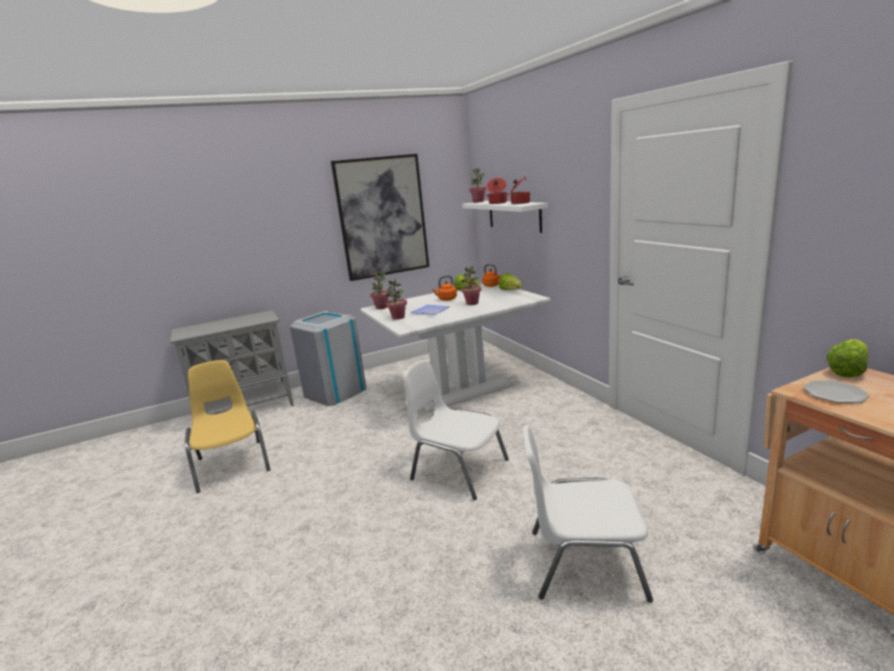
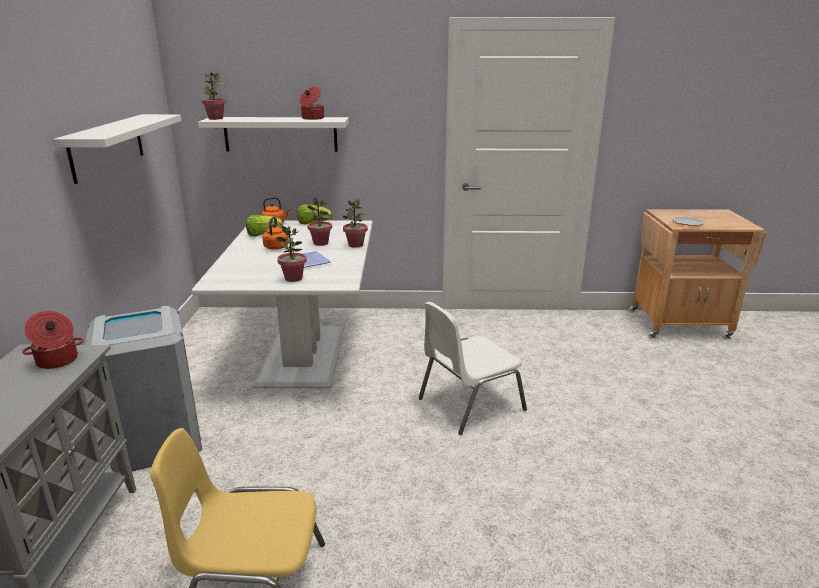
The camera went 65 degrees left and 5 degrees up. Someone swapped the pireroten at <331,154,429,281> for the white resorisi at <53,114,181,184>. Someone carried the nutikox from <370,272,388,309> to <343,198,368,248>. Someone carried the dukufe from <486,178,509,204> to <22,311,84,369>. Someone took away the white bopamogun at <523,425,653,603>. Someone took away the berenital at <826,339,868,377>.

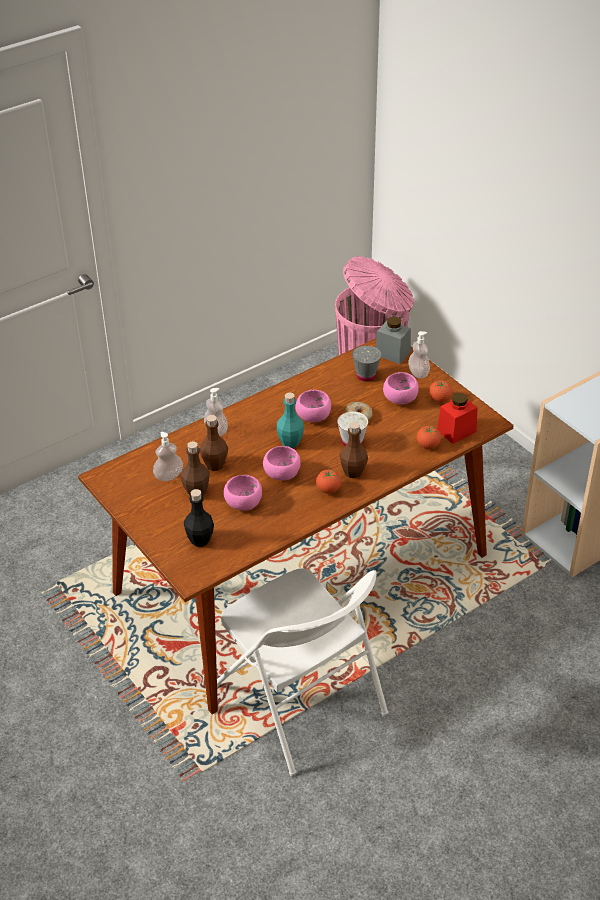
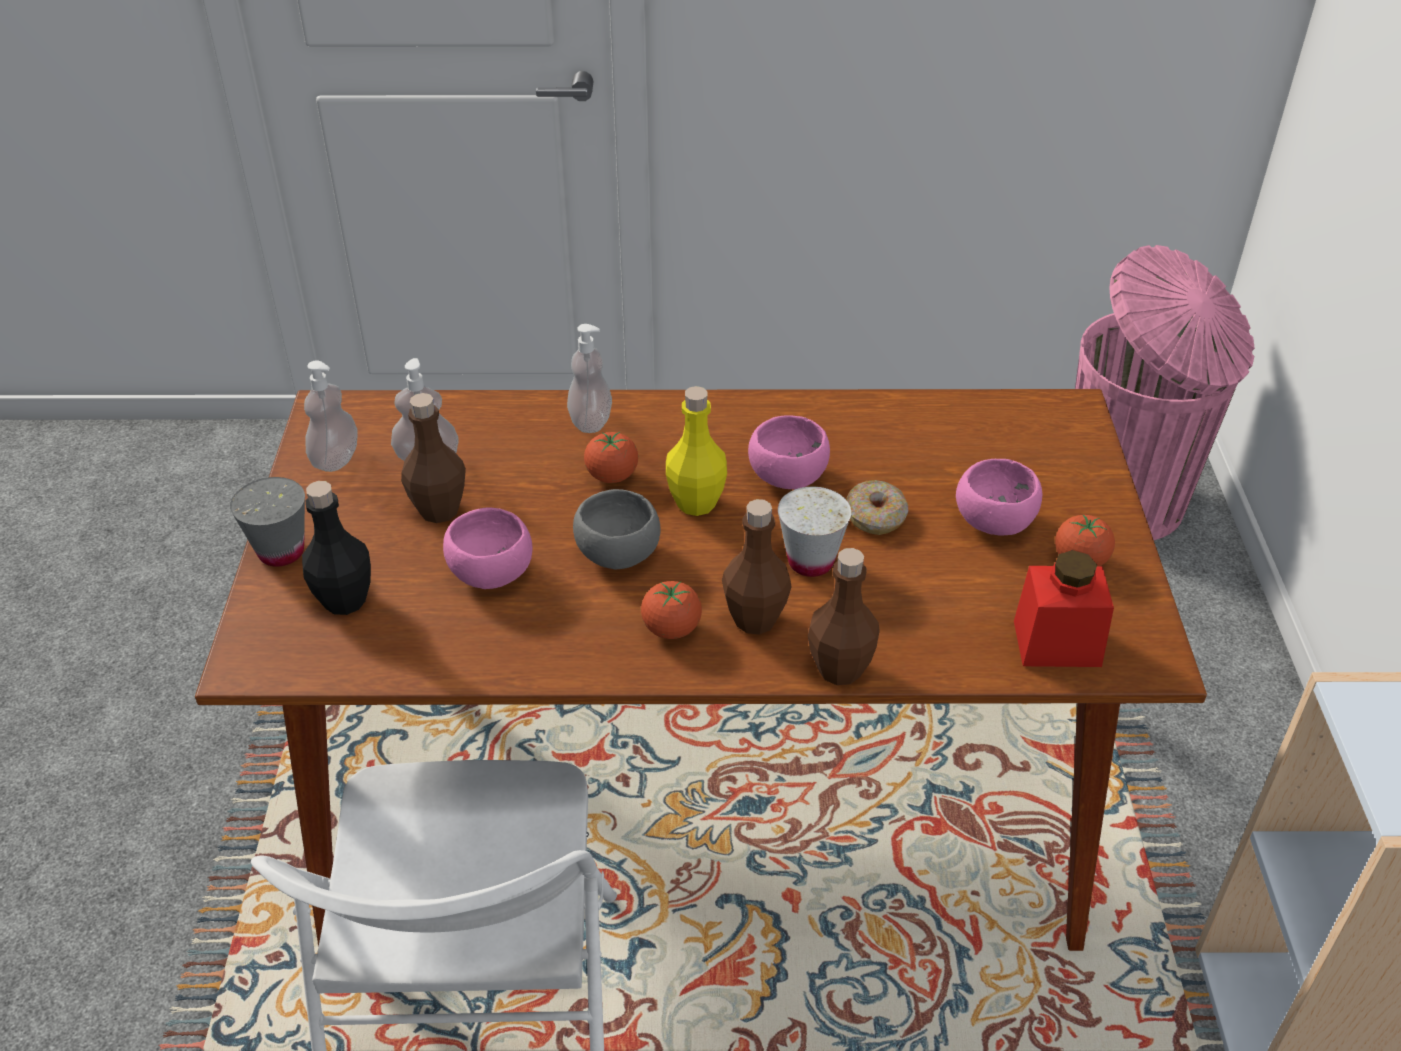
The camera went 35 degrees right and 0 degrees up. Someone carried the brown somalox from <200,415,228,471> to <808,548,880,685>. Someone repainted the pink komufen at <263,446,301,481>, which became the grey komufen at <573,489,661,569>. Someone repainted the turquoise somalox at <277,392,304,448>, which became the yellow somalox at <666,386,727,516>. Someone carried the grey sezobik from <352,346,381,382> to <230,477,305,567>. Someone took away the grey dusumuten at <375,316,411,364>. Someone carried the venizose from <408,331,430,379> to <304,360,358,472>. Someone carried the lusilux from <417,426,441,449> to <584,432,638,483>.

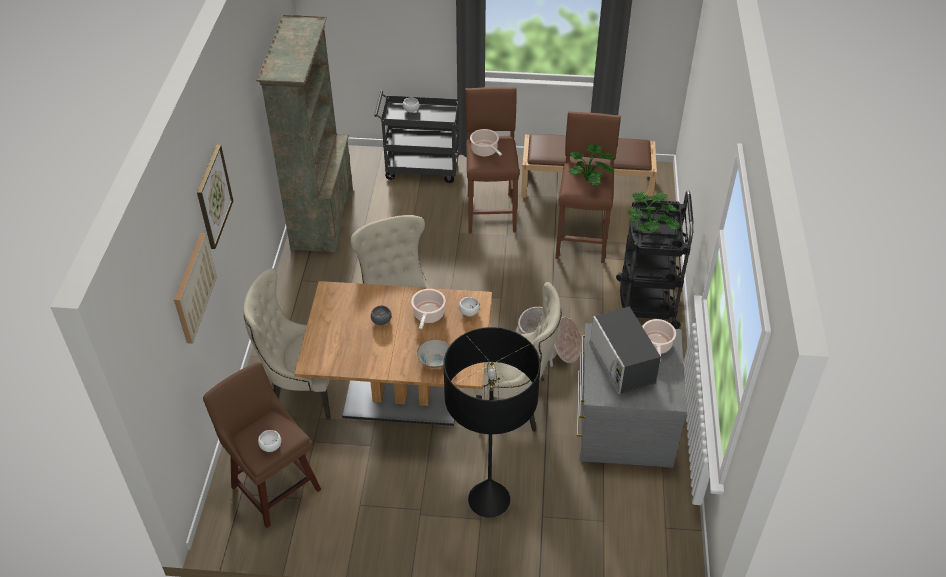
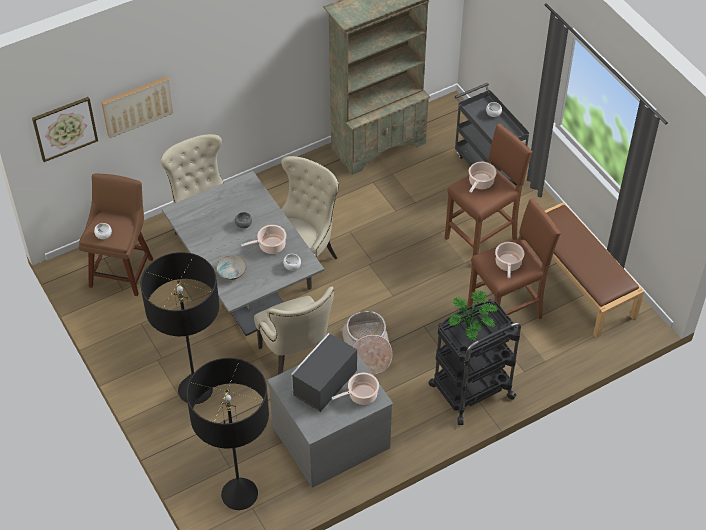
The camera went 55 degrees right and 5 degrees up. Someone carried the pireroten from <197,145,233,249> to <32,97,98,162>. Someone repainted the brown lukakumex at <294,281,492,426>, which became the grey lukakumex at <162,171,324,336>. Someone swapped the nutikox at <569,144,615,186> for the dukufe at <495,242,524,278>. Someone put down the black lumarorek at <186,358,269,510>.

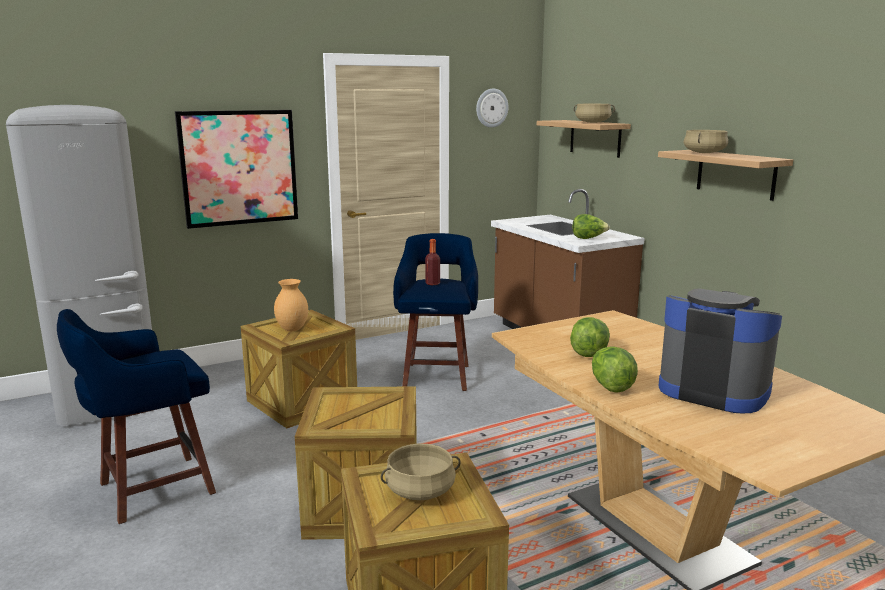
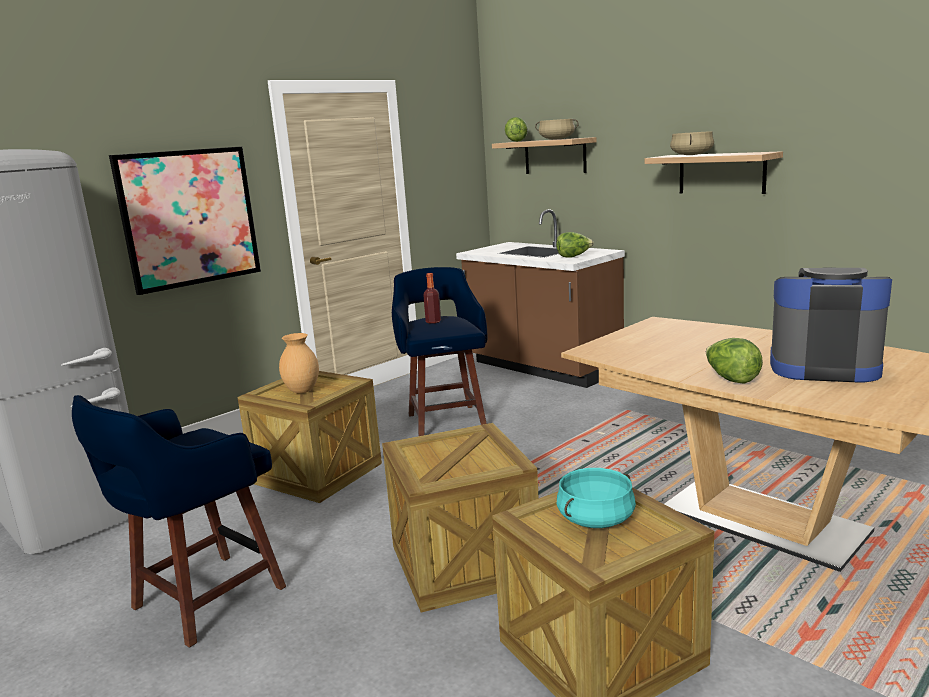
The camera went 15 degrees left and 0 degrees up. Someone repainted the beige dukufe at <381,443,461,500>, which became the turquoise dukufe at <557,468,636,528>. Someone took away the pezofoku at <476,89,509,128>. Someone carried the berenital from <570,317,610,357> to <505,117,528,142>.

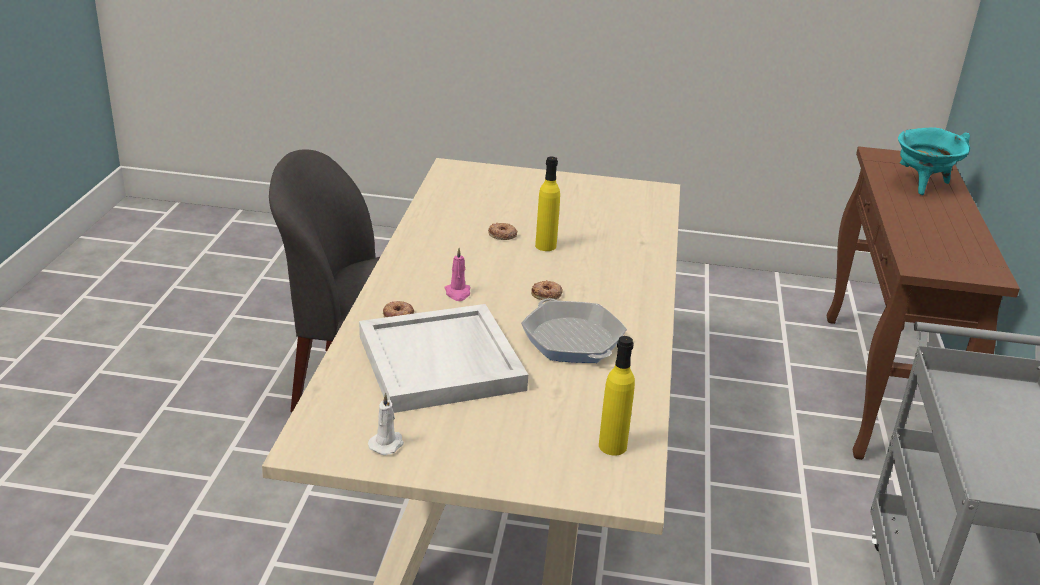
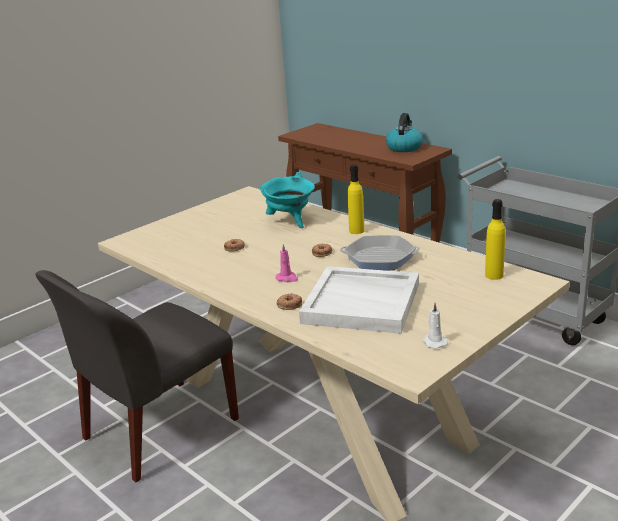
The camera went 50 degrees left and 5 degrees down. Someone carried the yellow somalox from <535,156,560,251> to <347,164,364,234>. Someone carried the turquoise dukufe from <898,128,970,195> to <259,172,315,228>. Someone put down the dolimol at <386,113,423,152>.

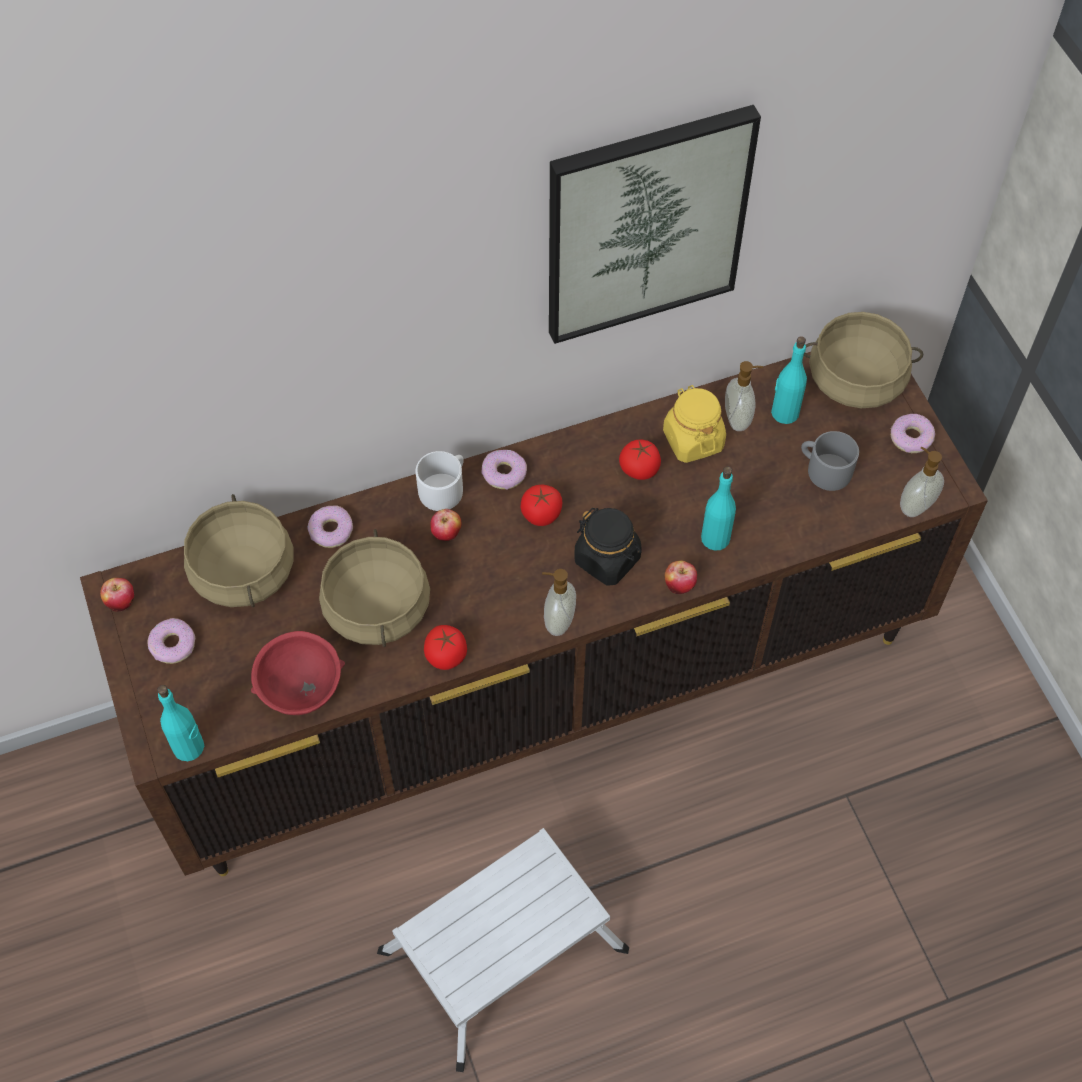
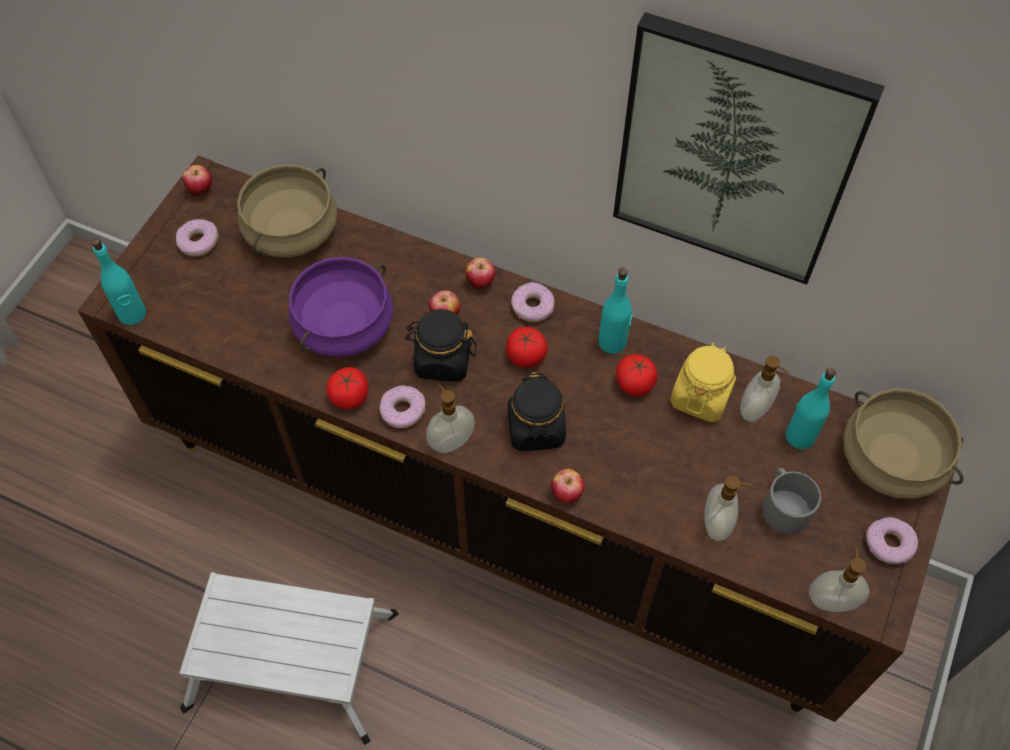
The camera went 45 degrees right and 0 degrees up. Someone took away the red komufen at <251,631,345,715>. Someone carried the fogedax from <308,505,353,548> to <379,385,425,428>. Someone repainted the beige dukufe at <319,529,430,647>, which became the purple dukufe at <289,257,393,357>. Someone swapped the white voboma at <415,451,464,511> for the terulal at <465,257,495,290>. Someone carried the turquoise somalox from <701,467,736,550> to <598,268,632,354>. Someone put down the black dusumuten at <405,309,477,382>. Someone put down the venizose at <704,475,752,541>.

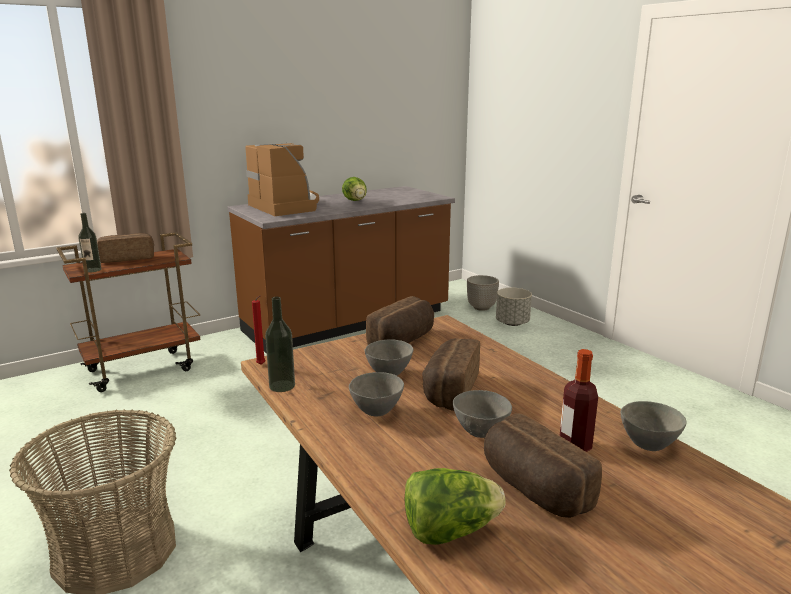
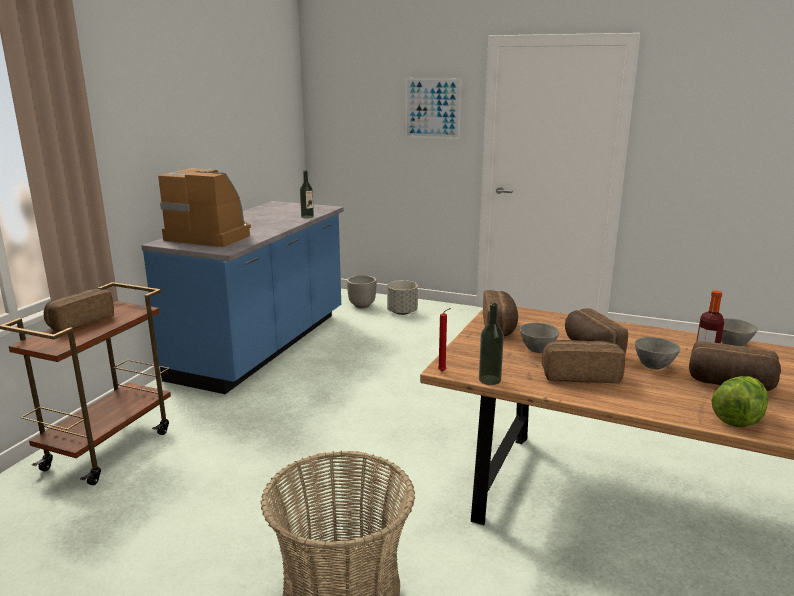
The camera went 35 degrees left and 0 degrees up. Someone carried the somalox from <78,213,102,272> to <300,170,314,218>. Someone repainted the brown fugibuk at <227,186,455,354>, which became the blue fugibuk at <141,201,344,394>. Someone took away the berenital at <342,177,367,201>. Someone swapped the grey komufen at <349,372,404,416> for the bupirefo at <542,340,625,383>. Someone put up the pireroten at <405,78,462,139>.

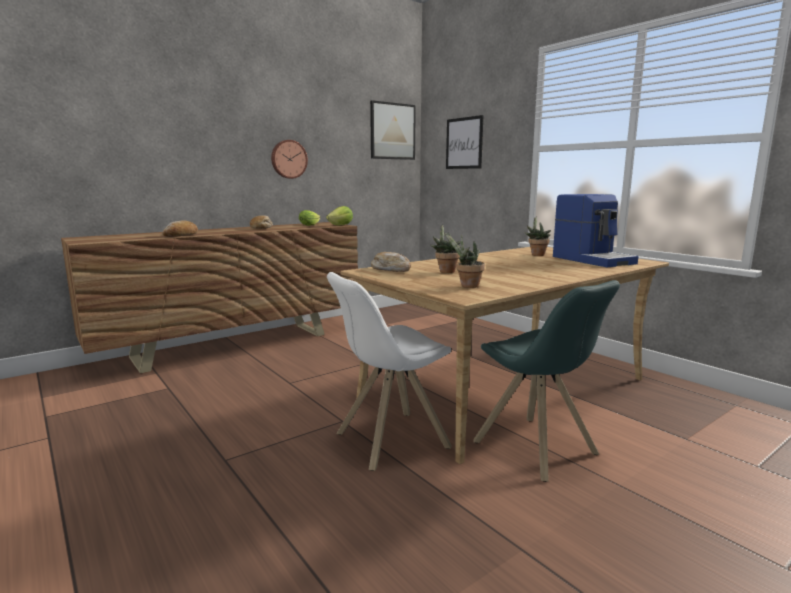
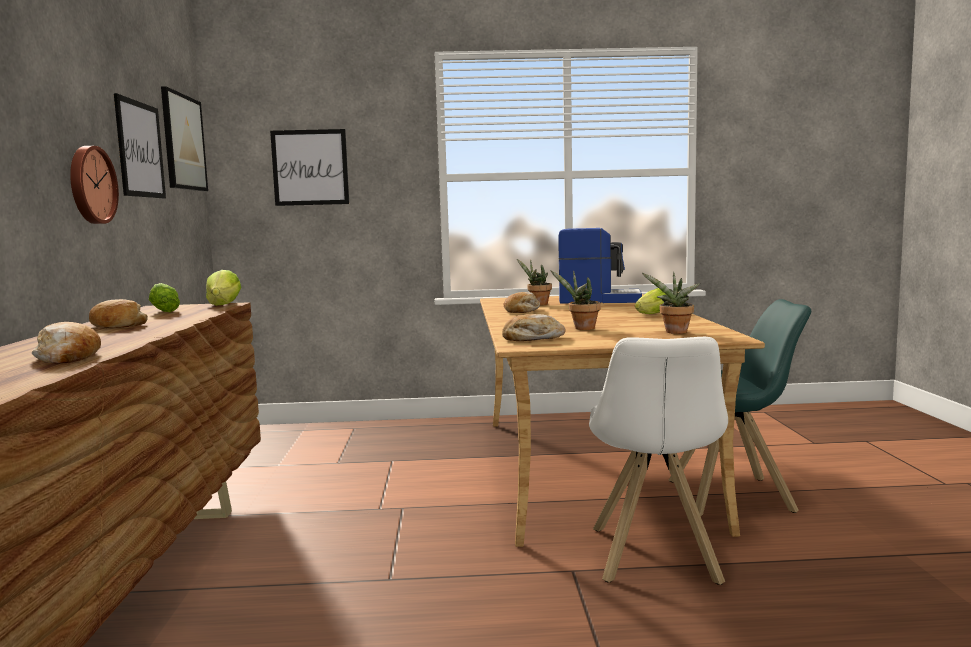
The camera went 55 degrees left and 5 degrees down. Someone put up the pireroten at <114,93,166,199>. Someone put down the bupirefo at <503,292,540,313>. Someone put down the berenital at <635,288,666,314>.

